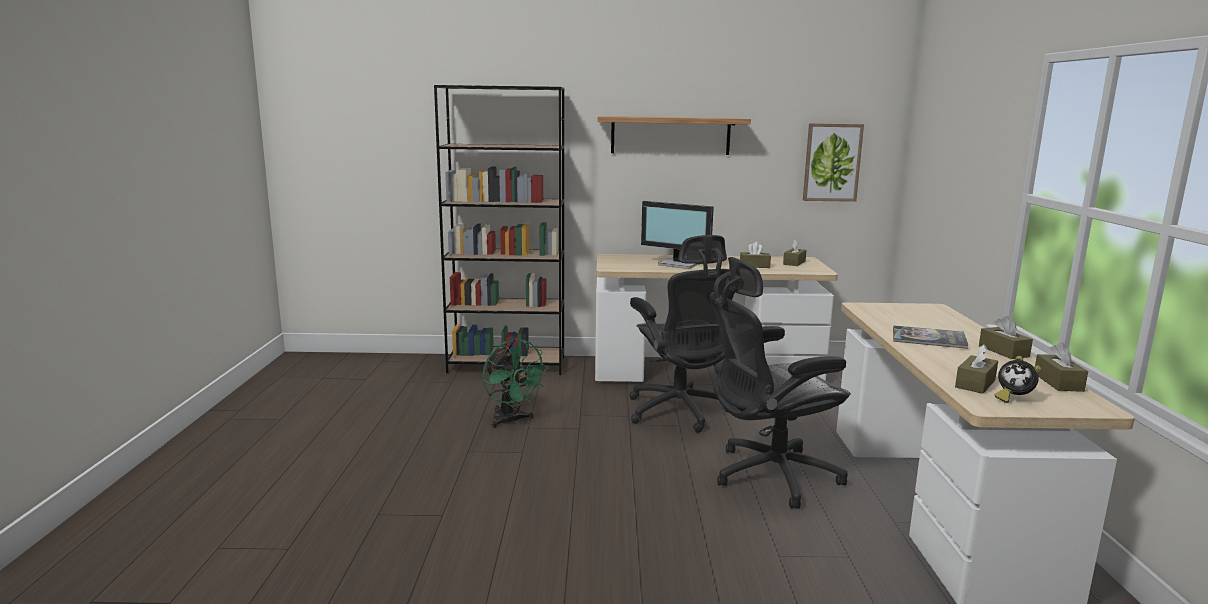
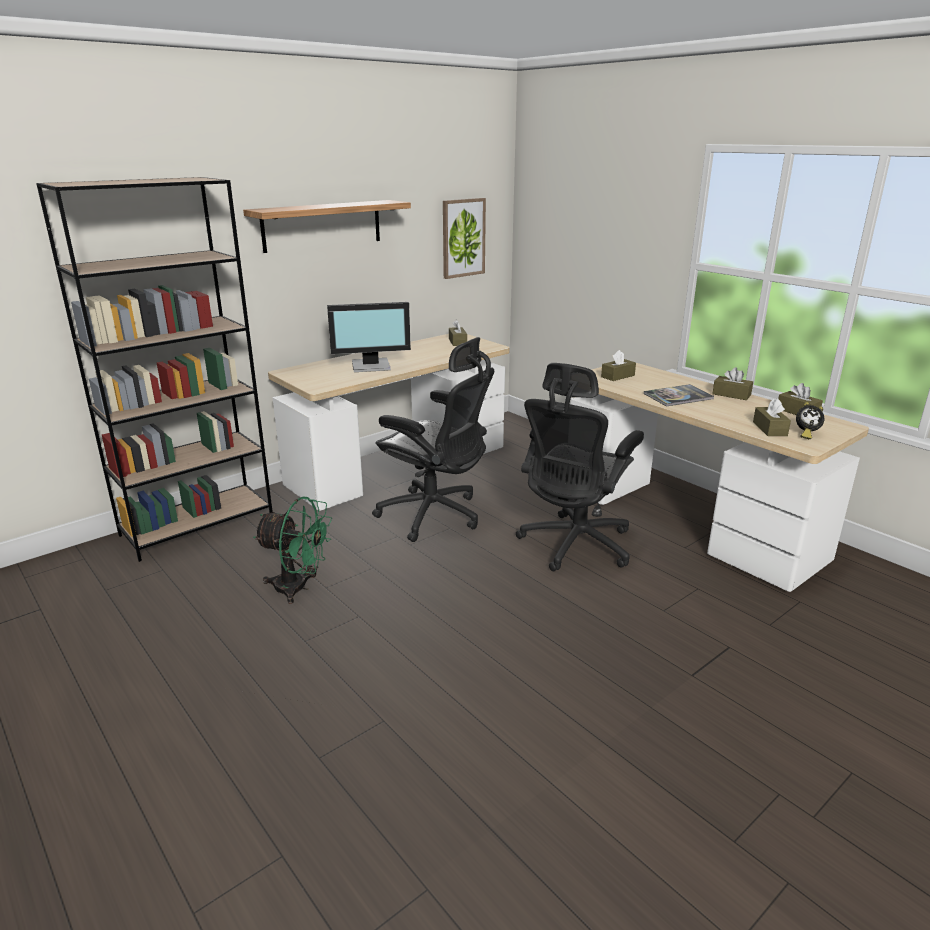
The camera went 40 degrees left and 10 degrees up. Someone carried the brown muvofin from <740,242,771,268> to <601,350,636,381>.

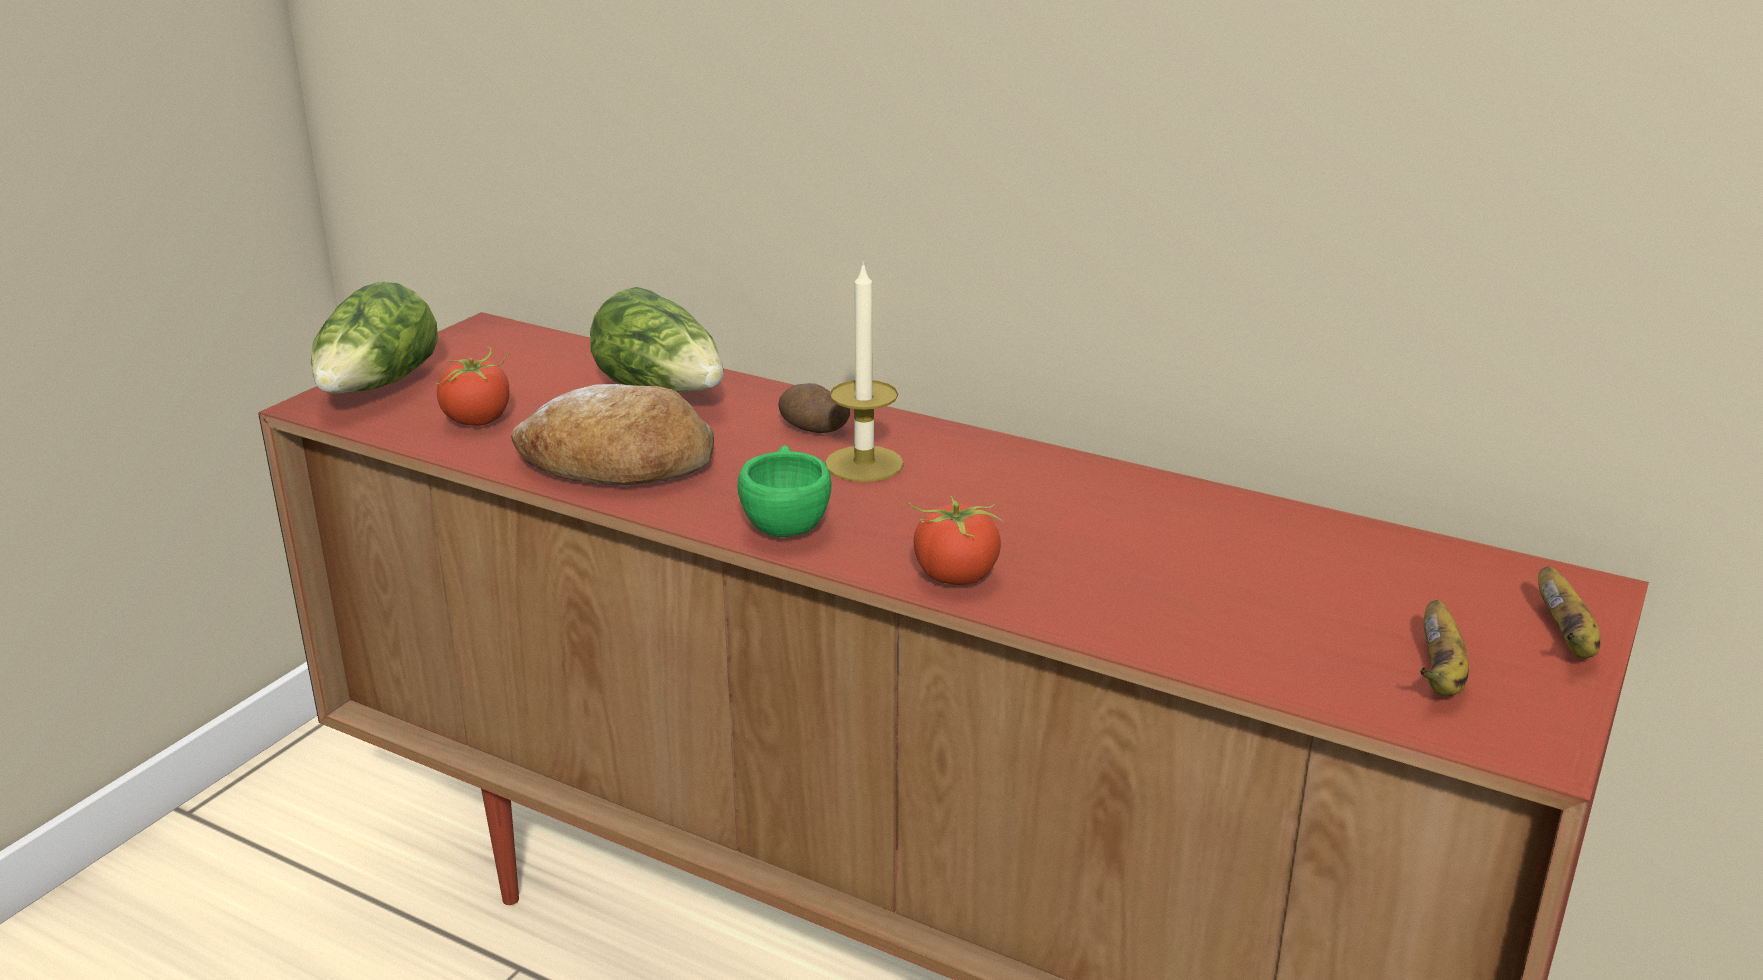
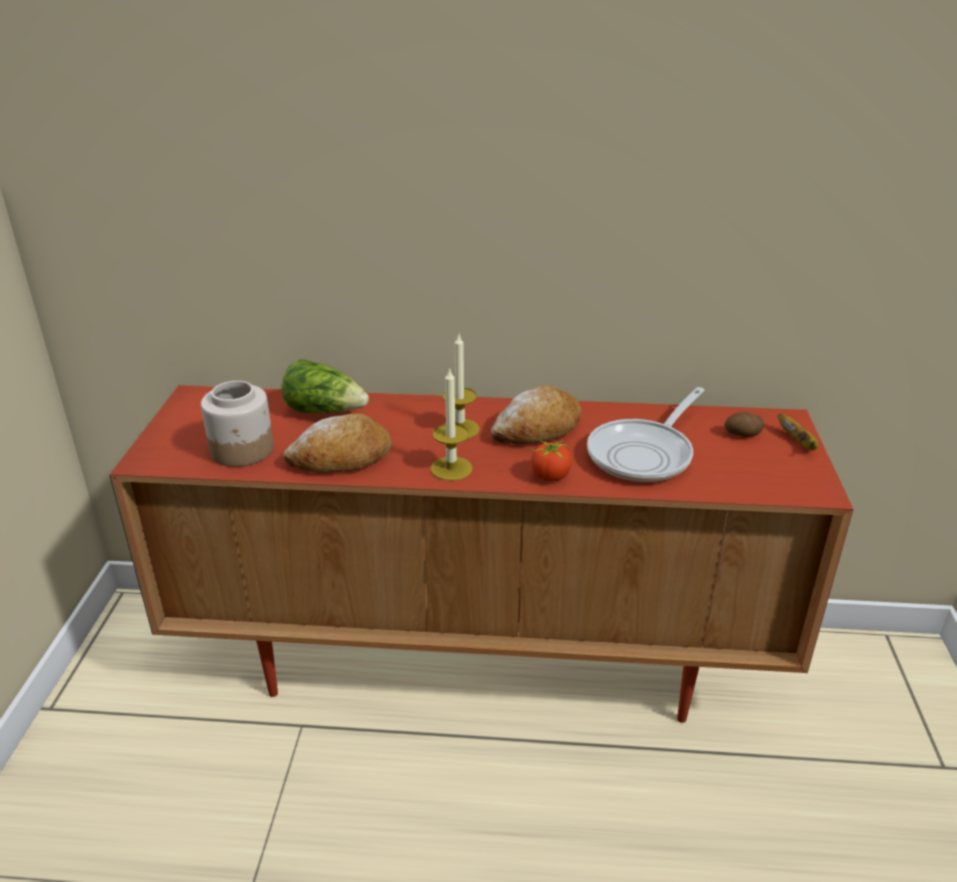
The camera went 25 degrees left and 5 degrees up. Someone took away the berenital at <311,281,438,394>. Someone swapped the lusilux at <436,347,510,426> for the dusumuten at <201,381,274,467>. Someone swapped the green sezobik at <738,445,832,537> for the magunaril at <430,367,473,481>. Someone carried the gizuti from <778,383,850,433> to <725,412,764,437>. Someone took away the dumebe at <1421,600,1469,696>. Someone put down the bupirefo at <491,385,582,445>. Someone put down the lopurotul at <587,387,705,482>.

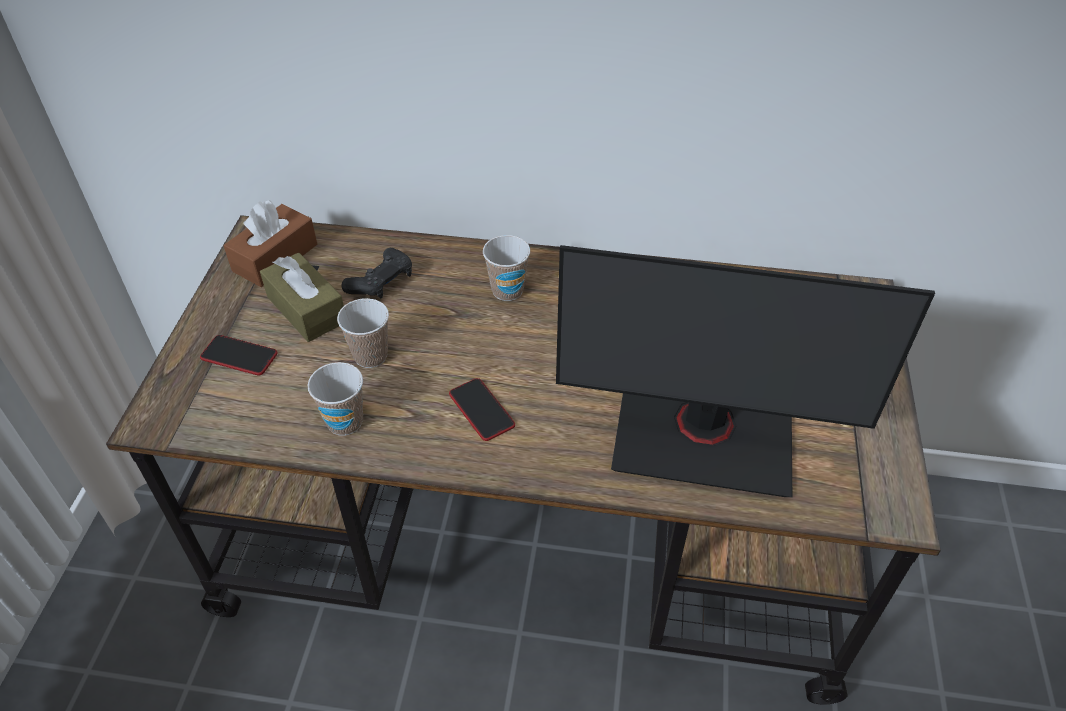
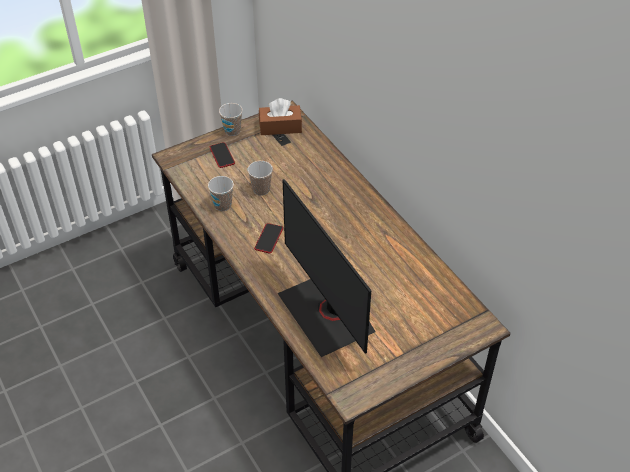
The camera went 50 degrees right and 0 degrees up. Someone took away the brown muvofin at <260,253,344,342>. Someone took away the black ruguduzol at <341,248,412,298>. Someone carried the sezobik from <483,235,530,301> to <219,103,243,136>.

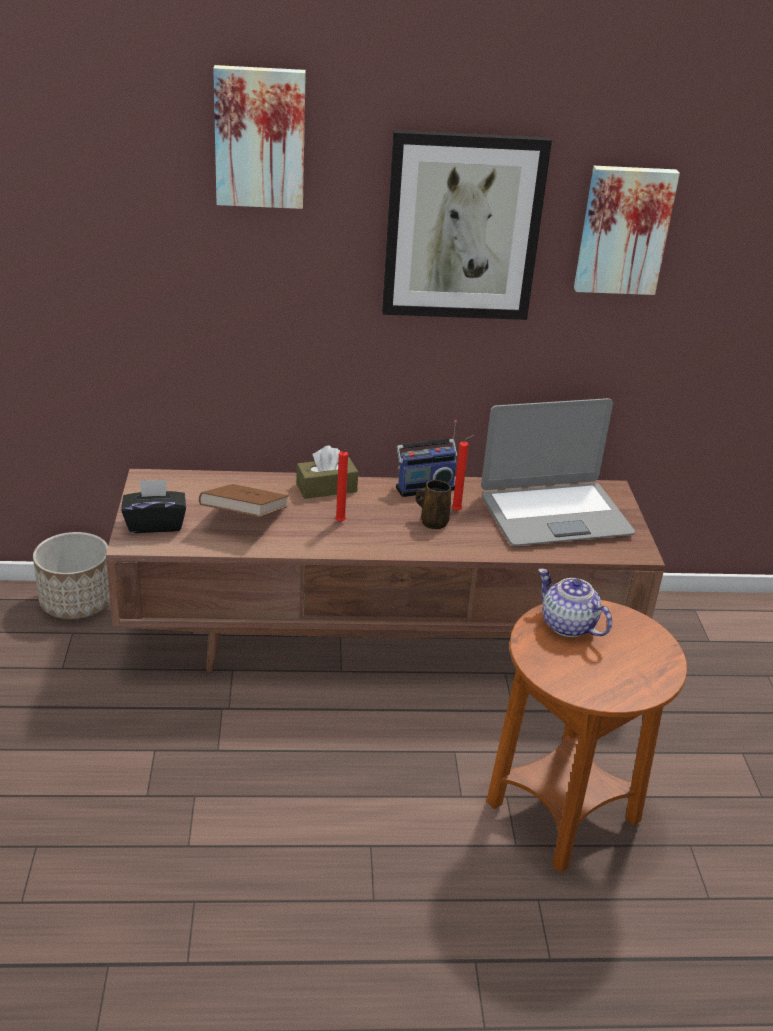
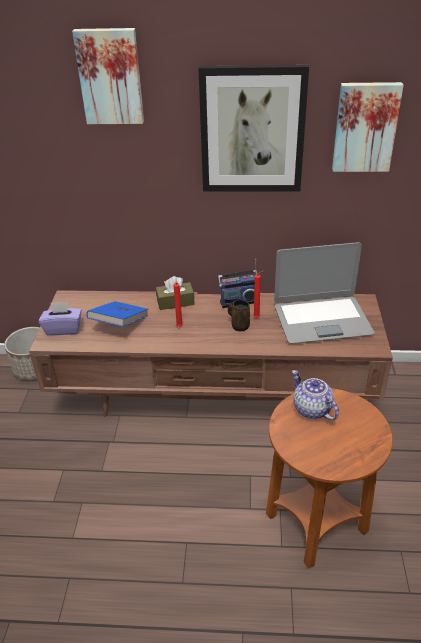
The camera went 10 degrees right and 5 degrees up. Someone repainted the black muvofin at <121,480,186,533>, which became the purple muvofin at <39,302,82,336>. Someone repainted the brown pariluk at <199,484,289,517>, which became the blue pariluk at <86,301,148,327>.

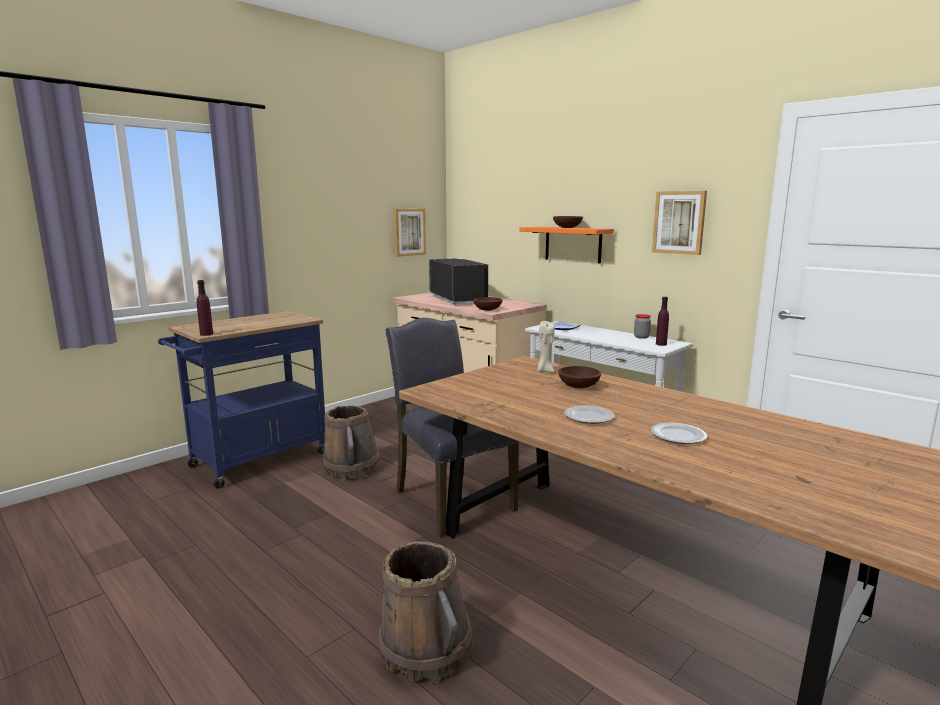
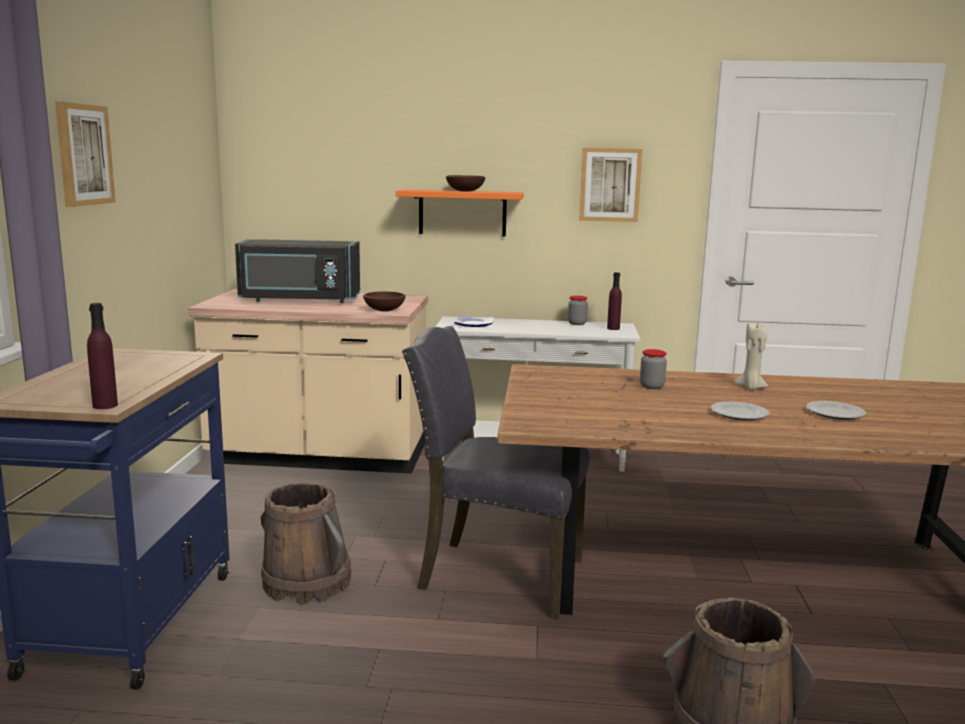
The camera went 40 degrees left and 0 degrees up. Someone carried the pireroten from <394,209,426,257> to <55,102,116,207>. Someone rotated the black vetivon at <429,258,488,305> by 150 degrees clockwise. Someone carried the beige magunaril from <537,321,555,372> to <734,322,768,390>. Someone swapped the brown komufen at <558,366,602,388> for the dusumuten at <640,349,667,389>.

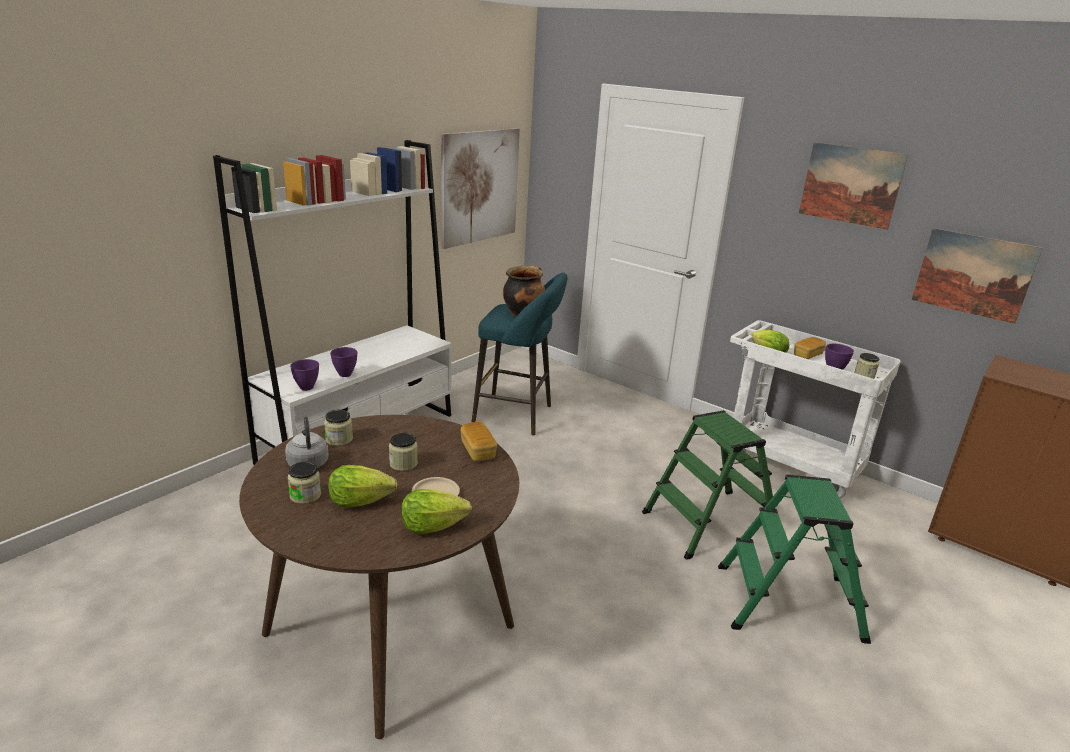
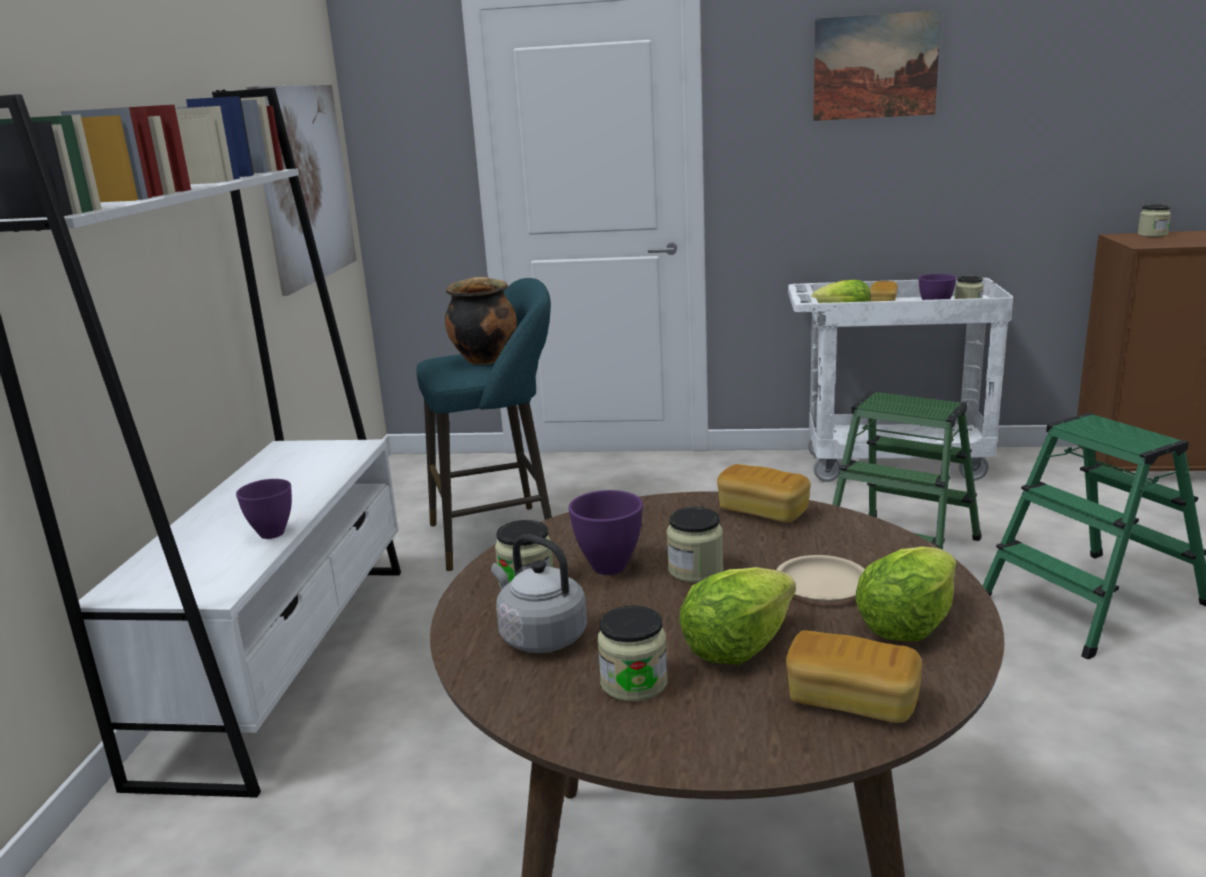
The camera went 30 degrees left and 5 degrees down. Someone carried the purple komufen from <290,359,319,391> to <569,490,643,575>. Someone took away the pireroten at <912,228,1043,324>. Someone put down the bupirefo at <786,631,922,723>. Someone put down the dusumuten at <1137,204,1171,237>.

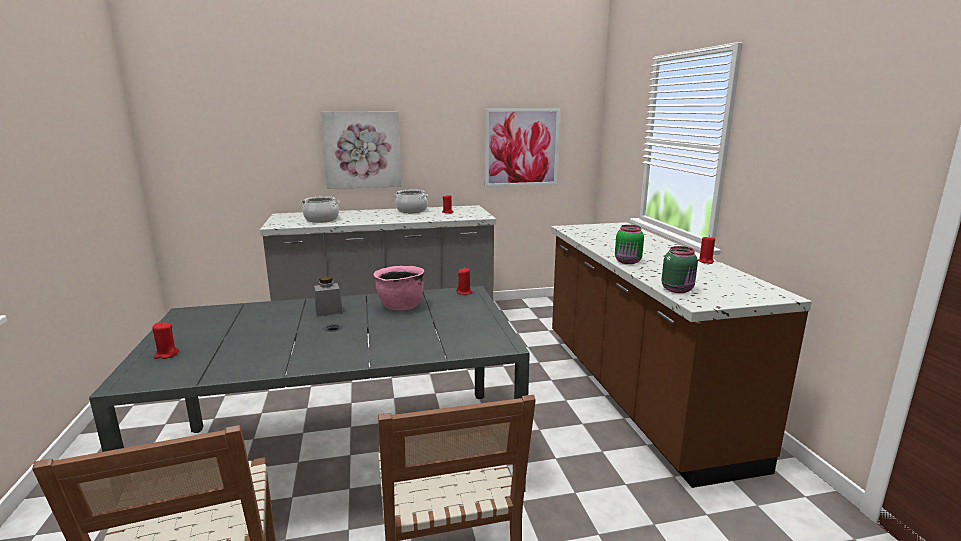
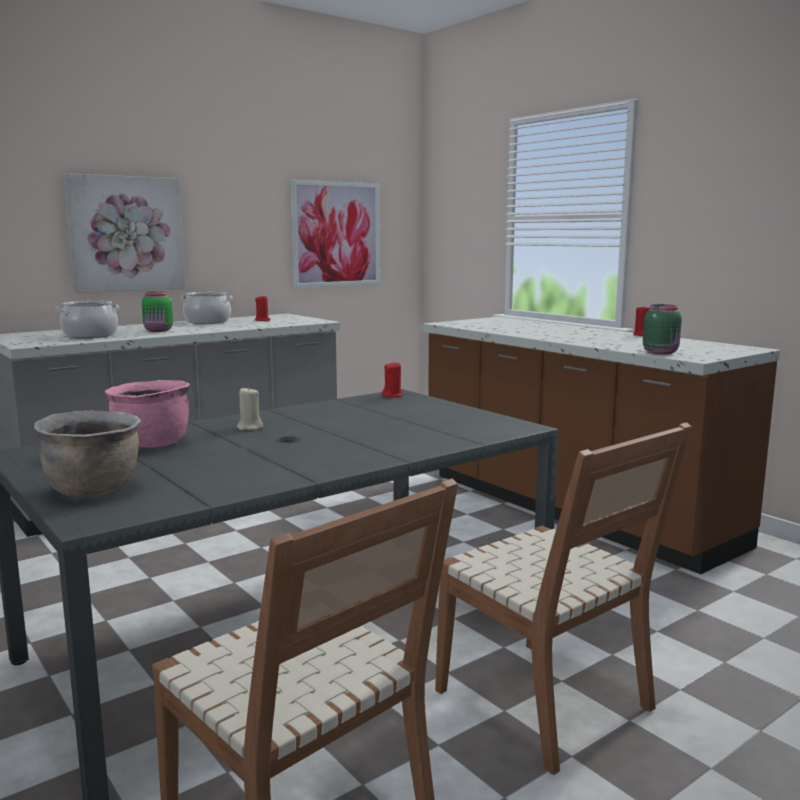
The camera went 25 degrees left and 5 degrees down. Someone swapped the red magunaril at <152,322,179,359> for the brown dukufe at <34,410,141,497>. Someone swapped the grey dusumuten at <314,276,343,316> for the beige magunaril at <237,386,263,430>. Someone carried the pink dukufe from <374,266,424,310> to <104,380,190,448>. Someone carried the green dusumuten from <615,225,644,264> to <142,291,173,332>.

